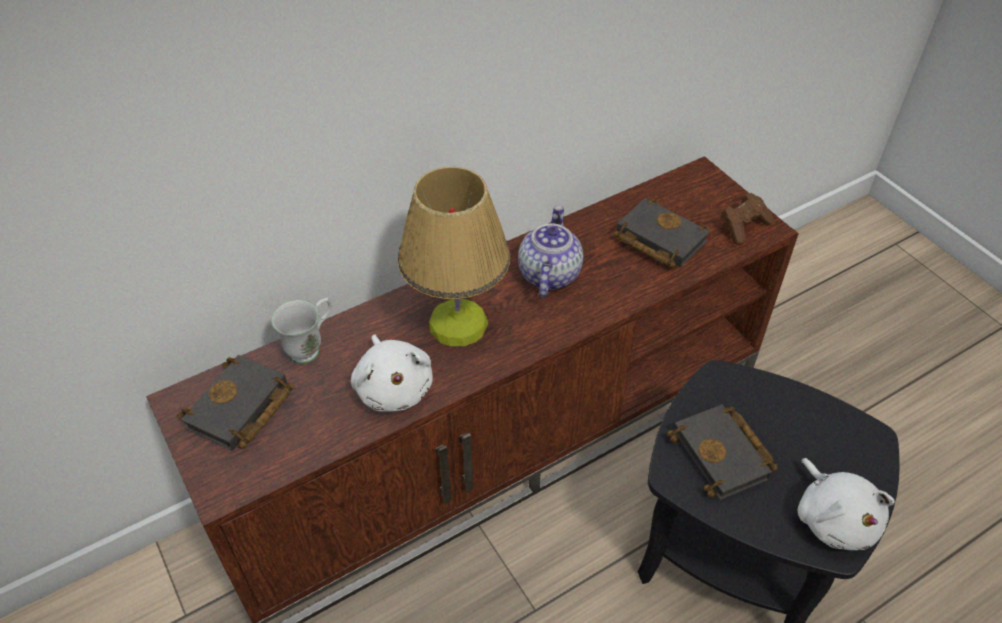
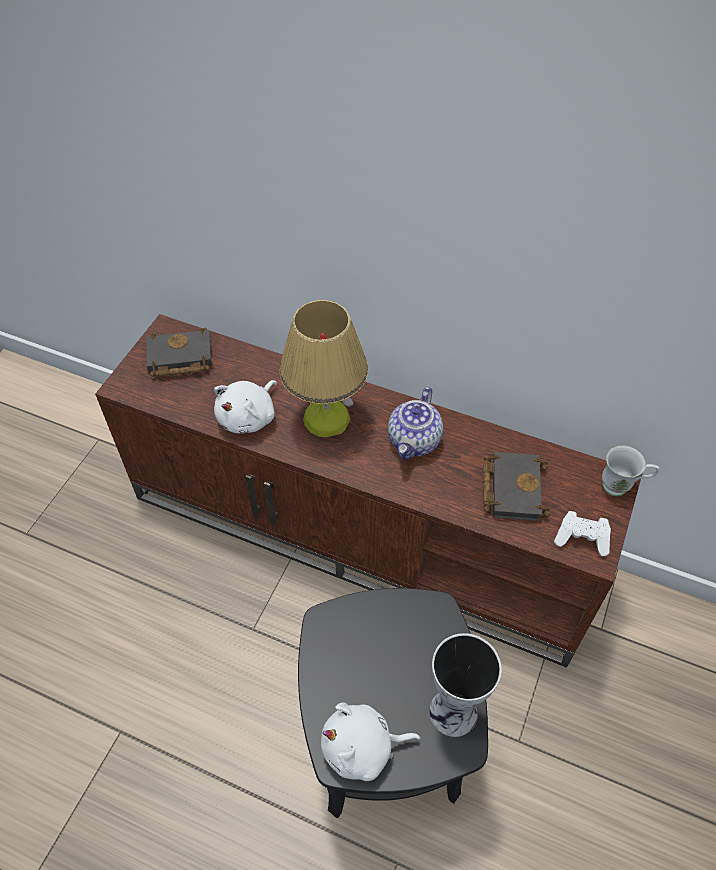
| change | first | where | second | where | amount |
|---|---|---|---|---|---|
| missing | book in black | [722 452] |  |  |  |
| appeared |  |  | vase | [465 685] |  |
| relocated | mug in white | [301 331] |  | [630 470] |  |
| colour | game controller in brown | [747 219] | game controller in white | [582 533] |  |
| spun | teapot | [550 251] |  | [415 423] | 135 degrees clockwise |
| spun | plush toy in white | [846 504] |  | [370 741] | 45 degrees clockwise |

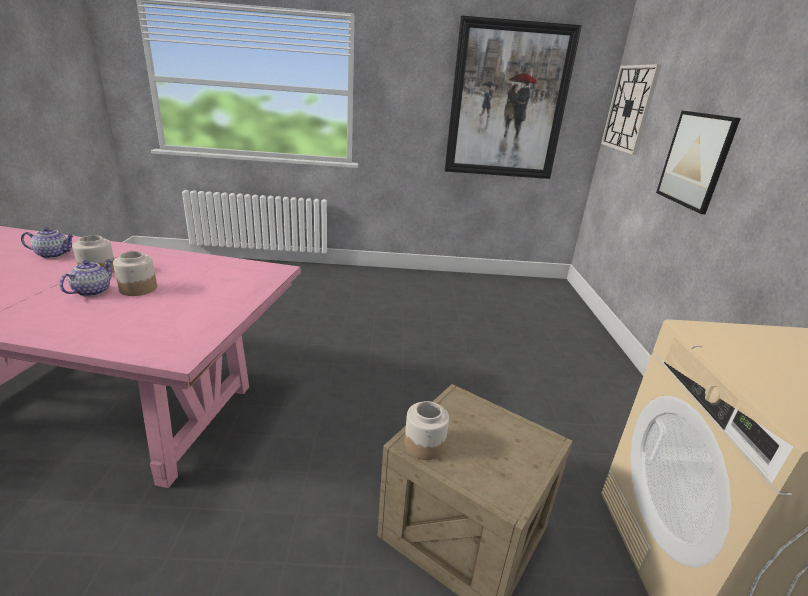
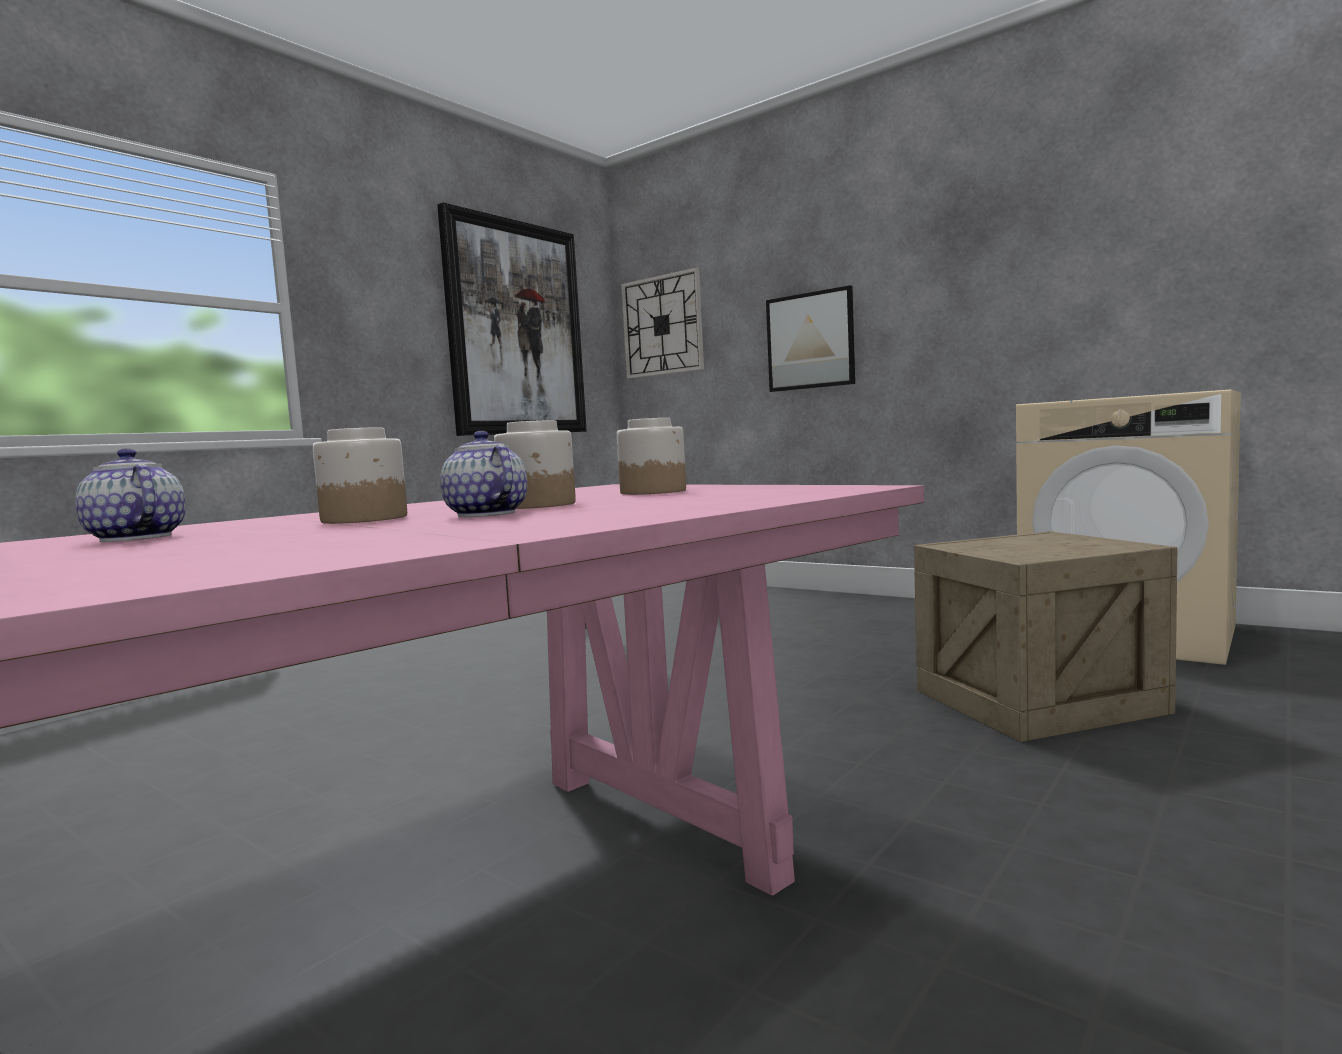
| change | first | where | second | where | amount |
|---|---|---|---|---|---|
| relocated | jar | [426 430] |  | [651 456] |  |
| spun | teapot | [48 243] |  | [130 495] | 75 degrees counterclockwise |

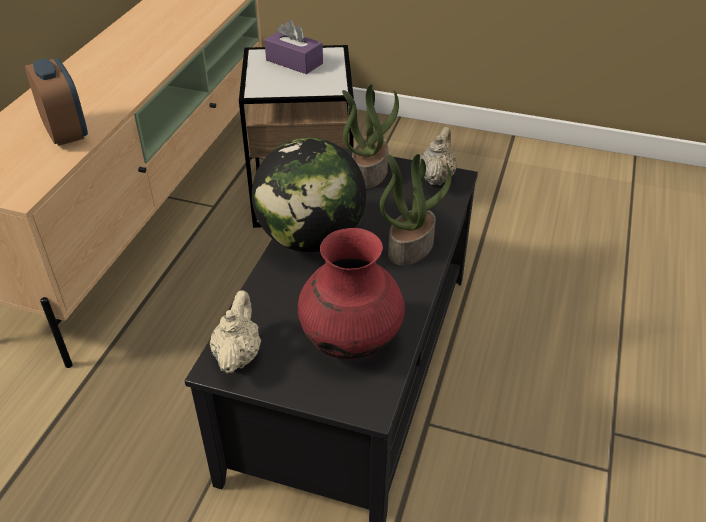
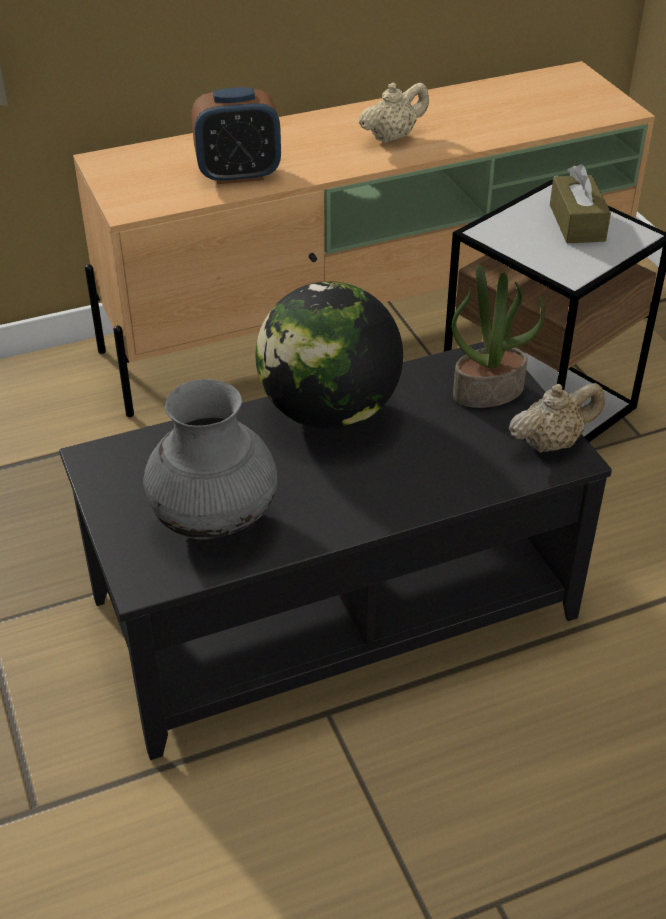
| change | first | where | second | where | amount |
|---|---|---|---|---|---|
| missing | potted plant | [415 210] |  |  |  |
| relocated | teapot in beige | [235 332] |  | [394 112] |  |
| colour | tissue box in purple | [293 47] | tissue box in brown | [580 203] |  |
| colour | vase in red | [351 294] | vase in grey | [210 459] |  |
| spun | alarm clock | [56 102] |  | [236 135] | 60 degrees clockwise |

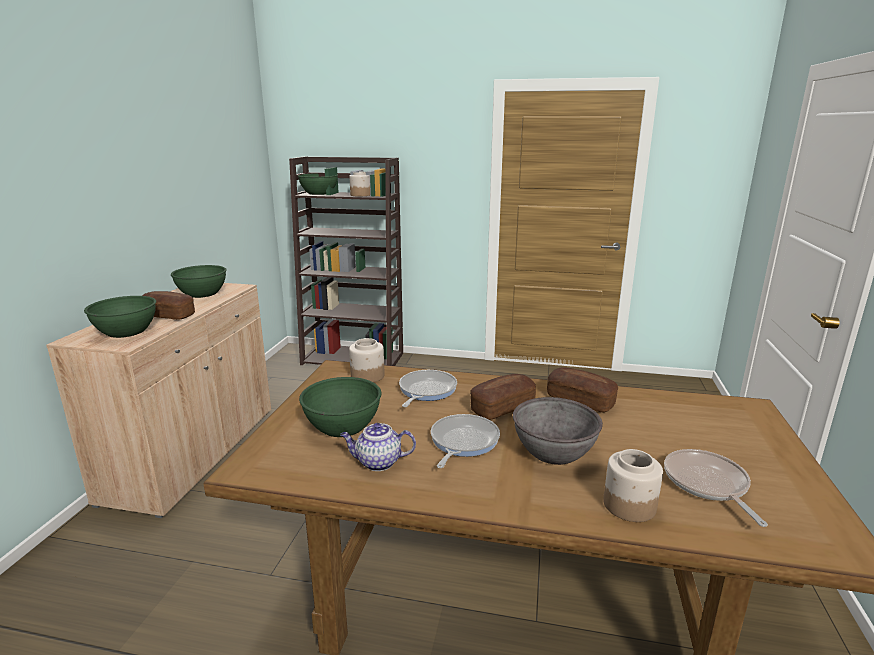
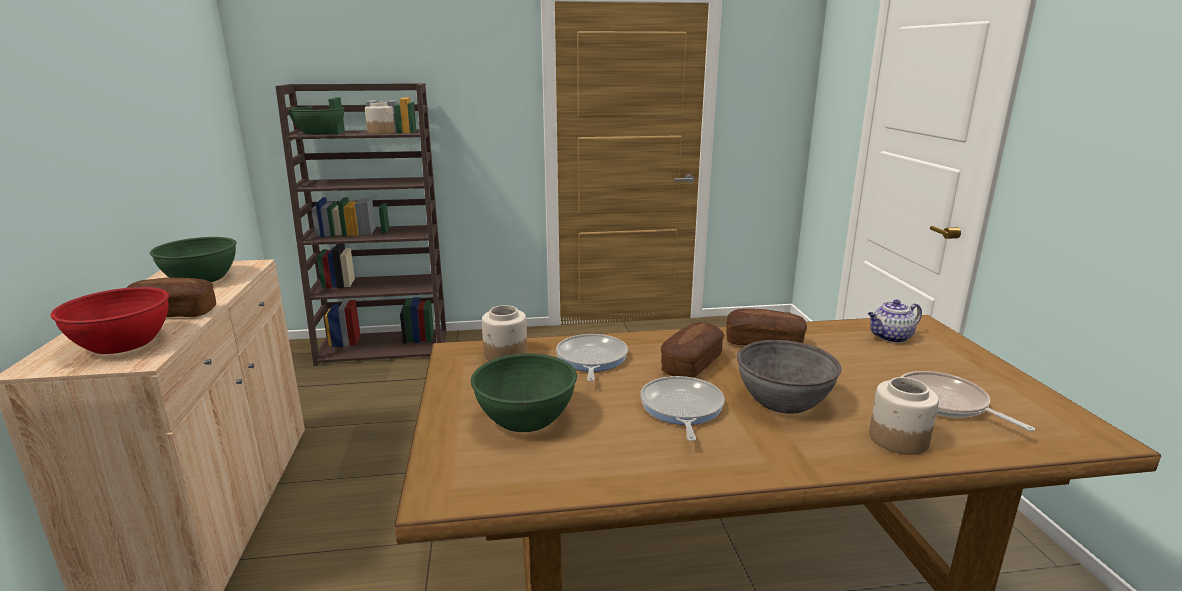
| change | first | where | second | where | amount |
|---|---|---|---|---|---|
| relocated | teapot | [378 447] |  | [895 321] |  |
| colour | bowl in green | [120 317] | bowl in red | [109 320] |  |

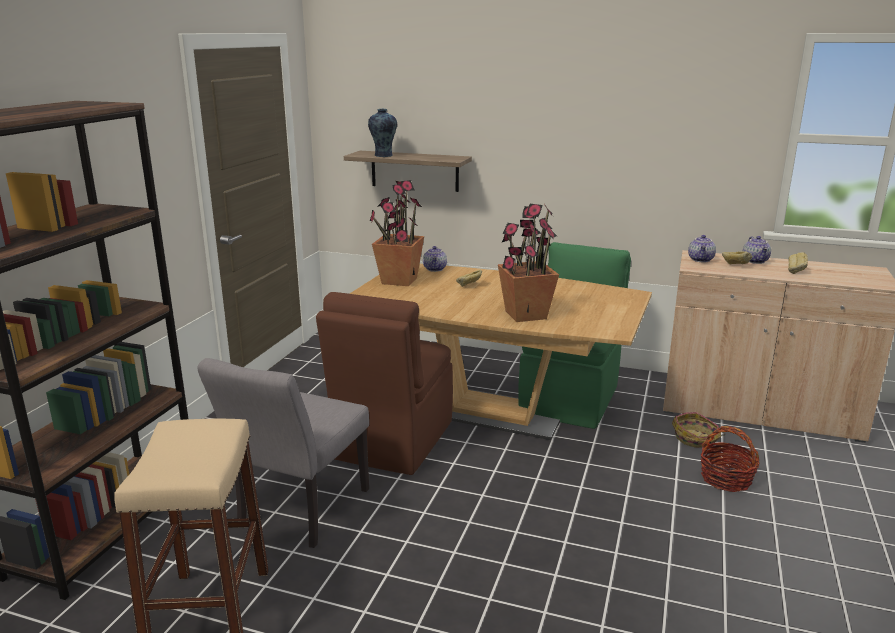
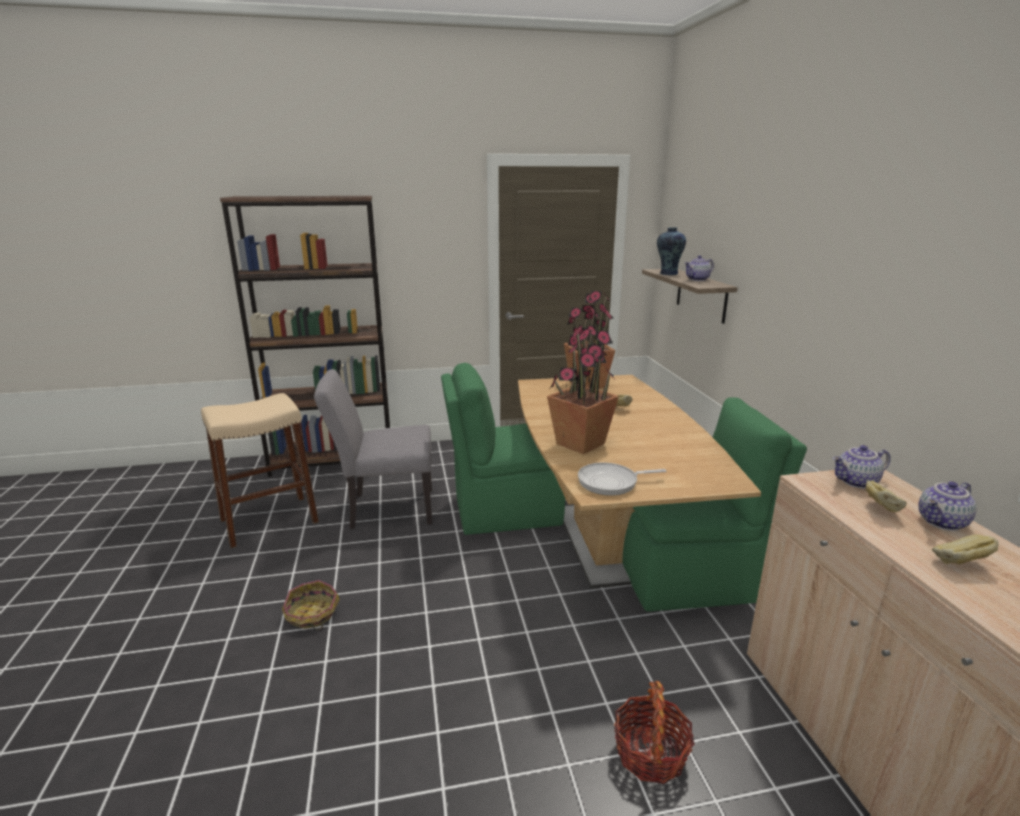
| change | first | where | second | where | amount |
|---|---|---|---|---|---|
| appeared |  |  | frying pan | [622 479] |  |
| relocated | teapot | [435 259] |  | [699 268] |  |
| relocated | basket | [698 430] |  | [311 605] |  |
| colour | chair in brown | [384 383] | chair in green | [503 449] |  |

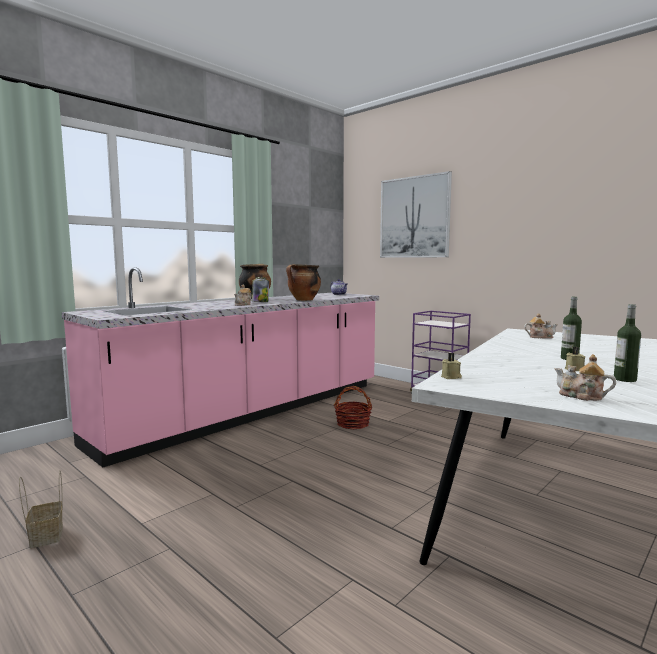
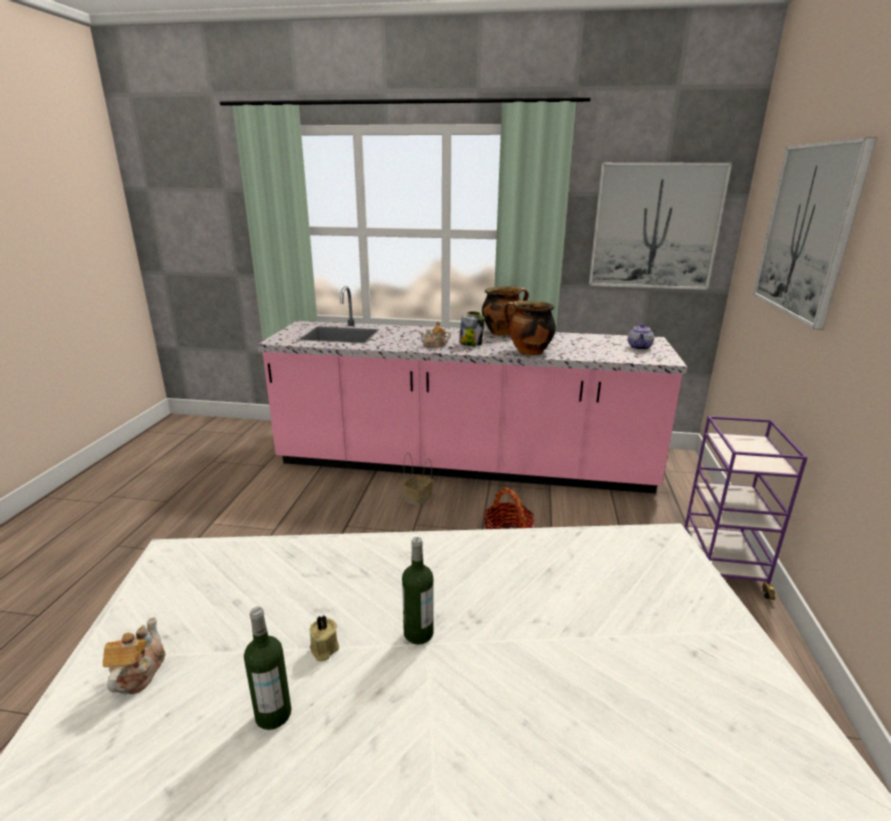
| change | first | where | second | where | amount |
|---|---|---|---|---|---|
| missing | candle in beige | [451 366] |  |  |  |
| missing | teapot | [541 326] |  |  |  |
| appeared |  |  | picture | [660 226] |  |
| relocated | basket | [41 509] |  | [418 479] |  |

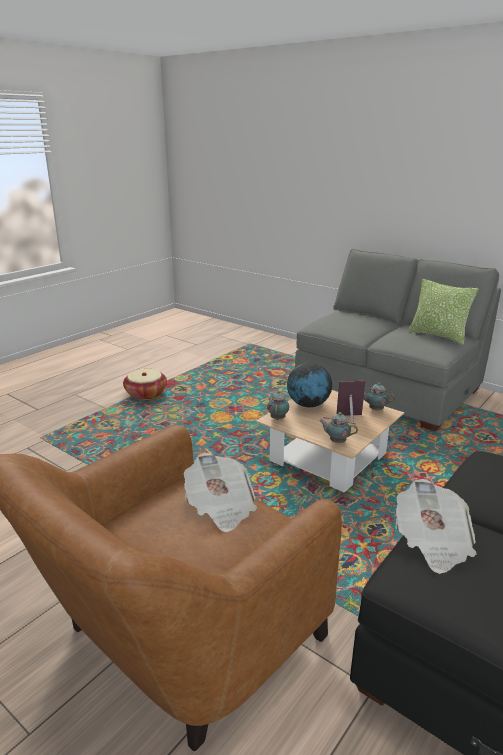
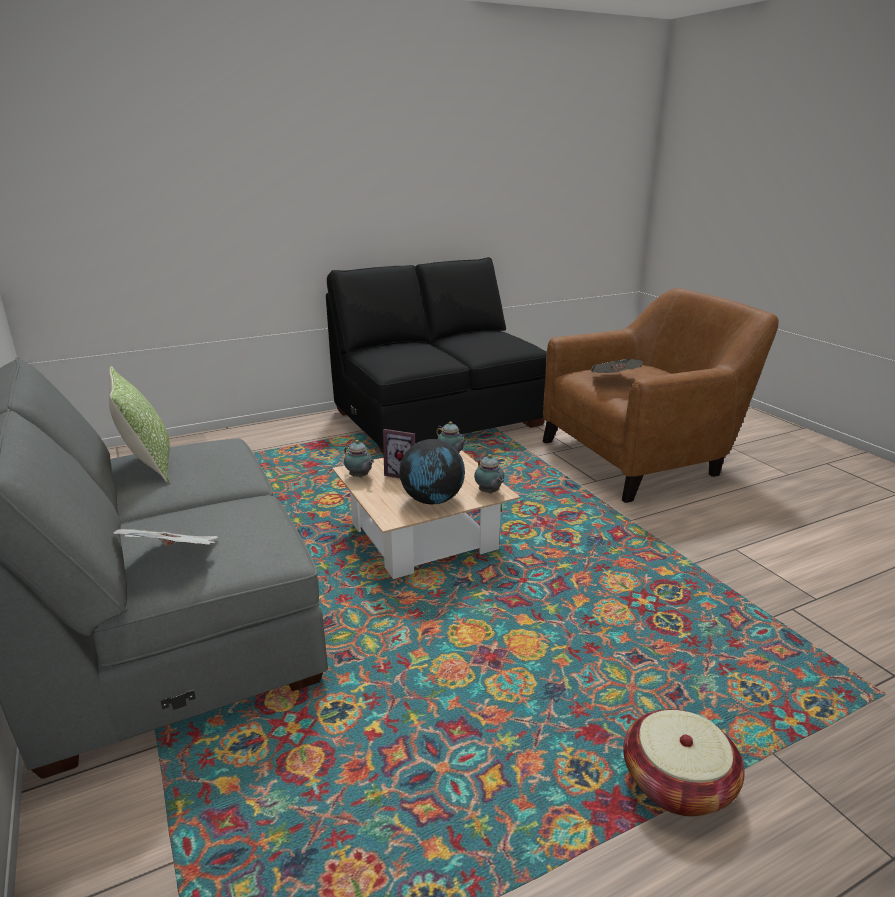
| change | first | where | second | where | amount |
|---|---|---|---|---|---|
| relocated | newspaper | [436 526] |  | [166 537] |  |
| spun | teapot | [278 405] |  | [489 474] | 60 degrees counterclockwise |

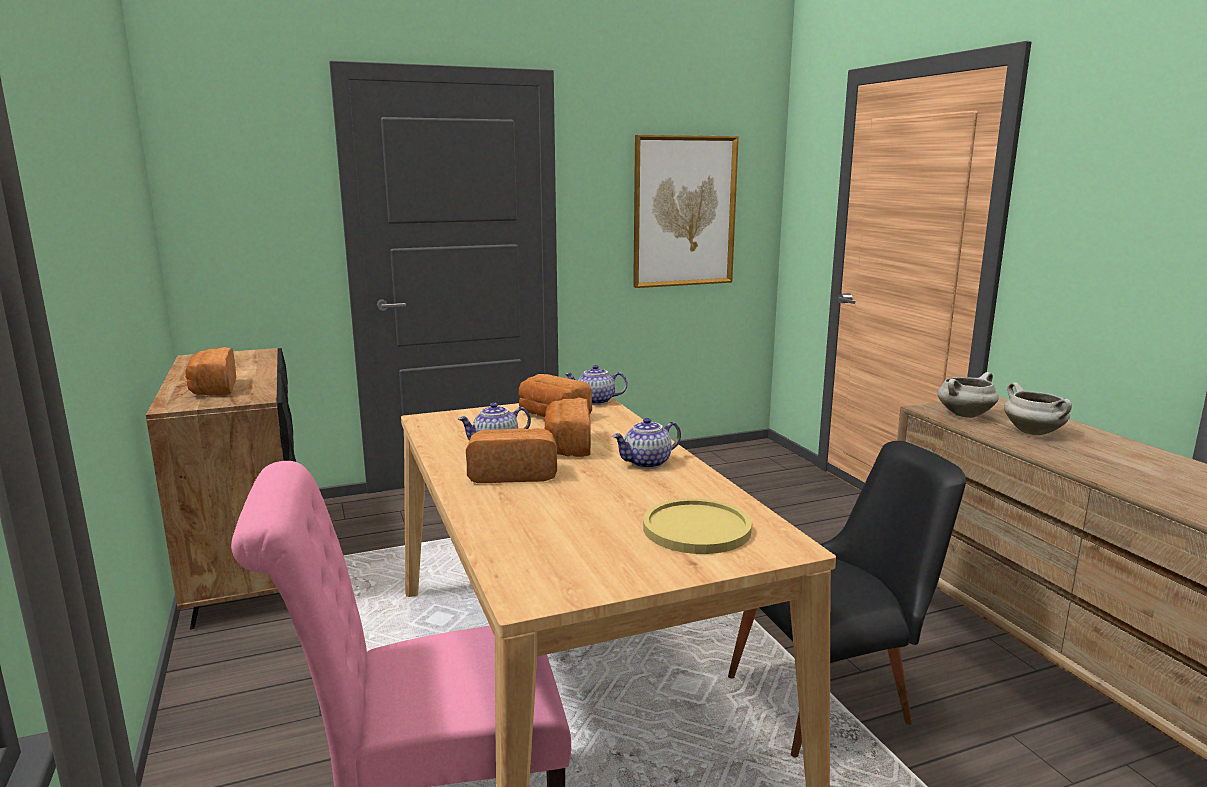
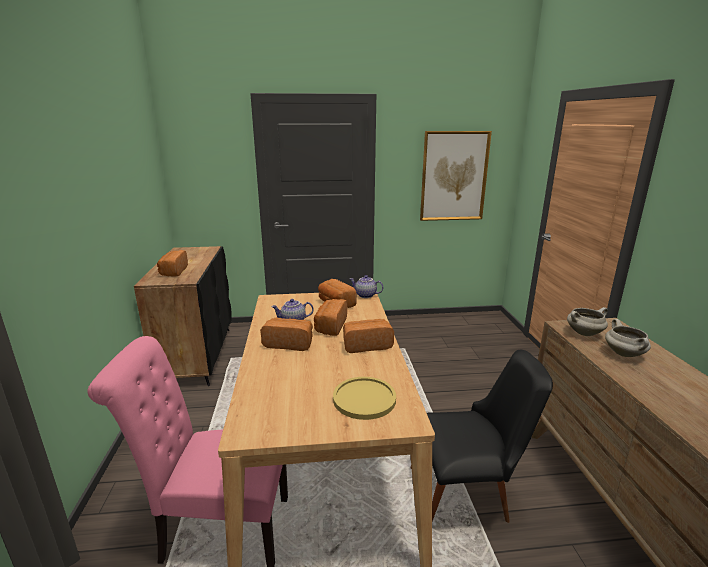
| change | first | where | second | where | amount |
|---|---|---|---|---|---|
| exchanged | teapot | [646 443] | bread | [368 336] |  |

